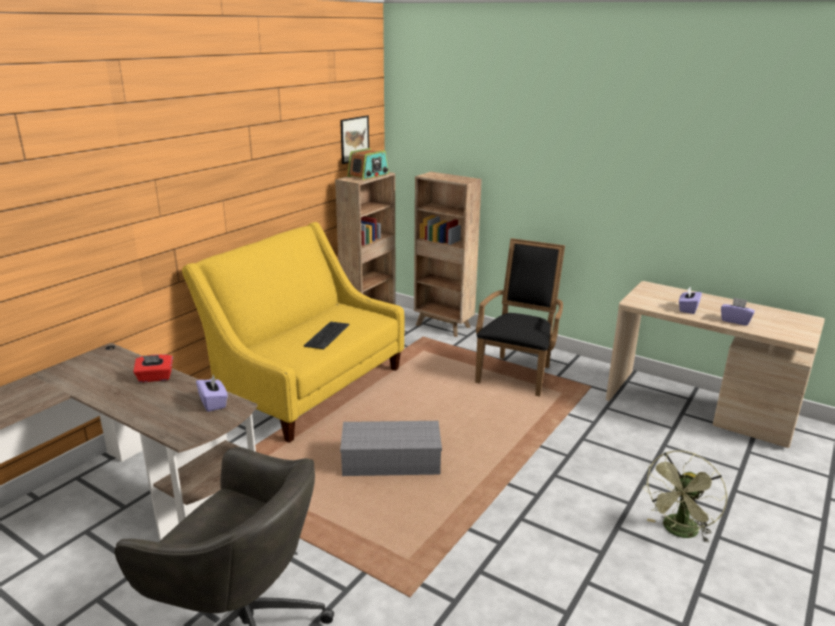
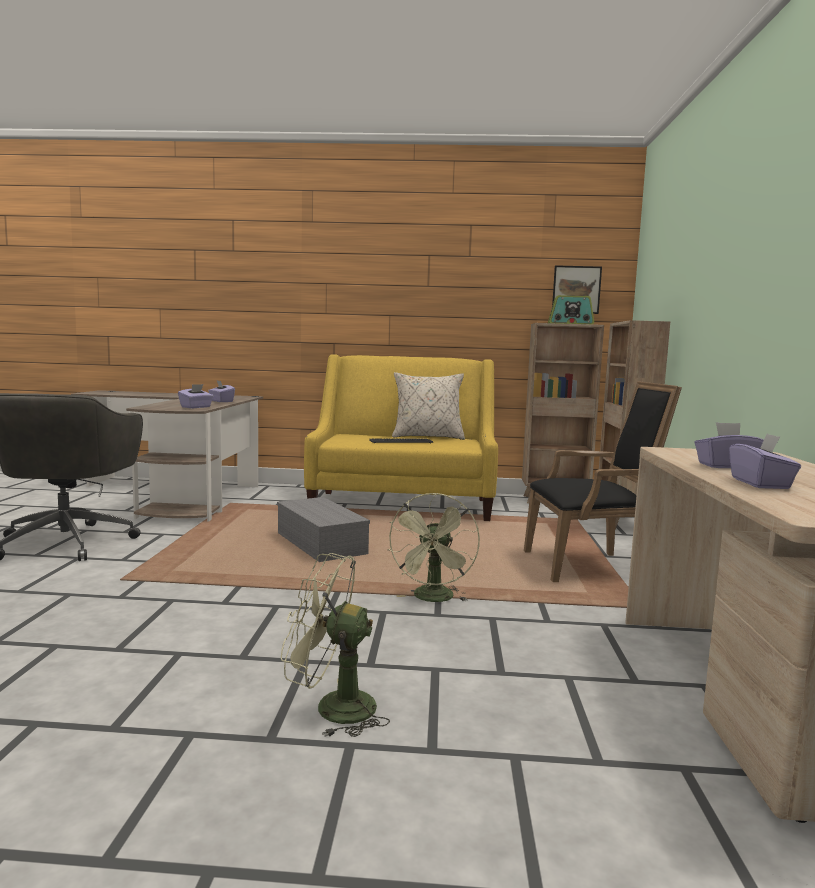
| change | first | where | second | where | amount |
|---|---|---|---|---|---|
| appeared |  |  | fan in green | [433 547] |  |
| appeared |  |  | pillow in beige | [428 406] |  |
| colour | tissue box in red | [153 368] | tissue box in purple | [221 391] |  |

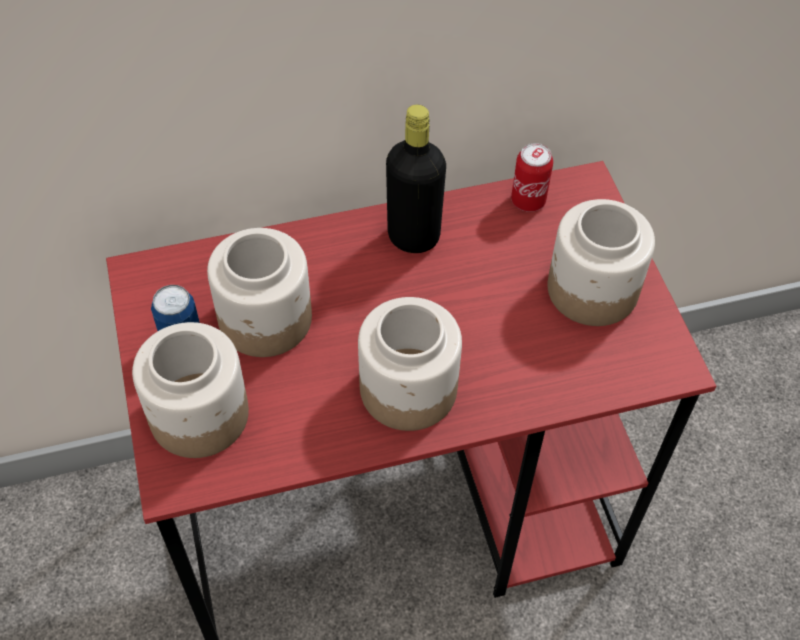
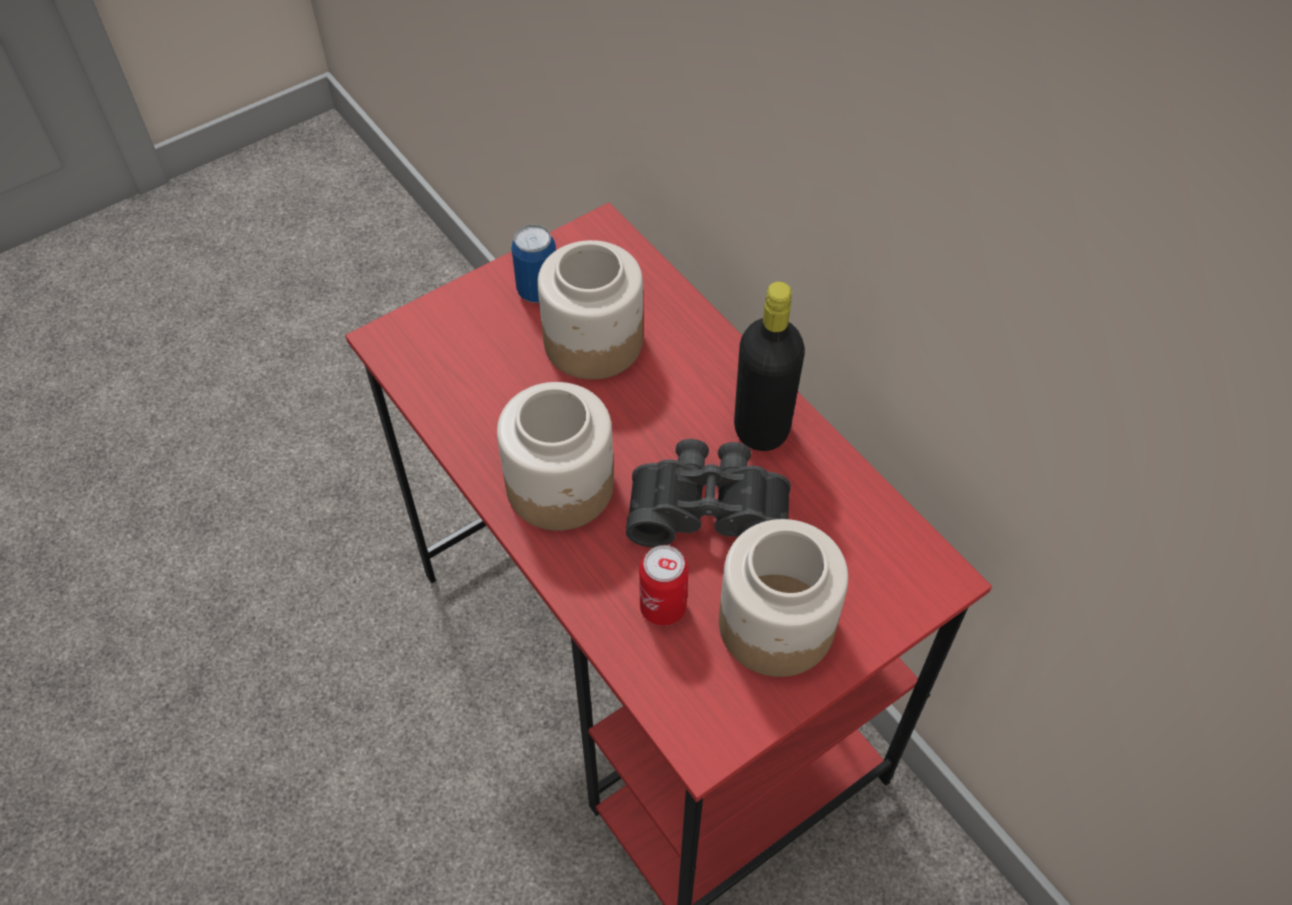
| change | first | where | second | where | amount |
|---|---|---|---|---|---|
| missing | jar | [190 390] |  |  |  |
| appeared |  |  | binoculars in black | [708 493] |  |
| relocated | can | [532 177] |  | [664 585] |  |

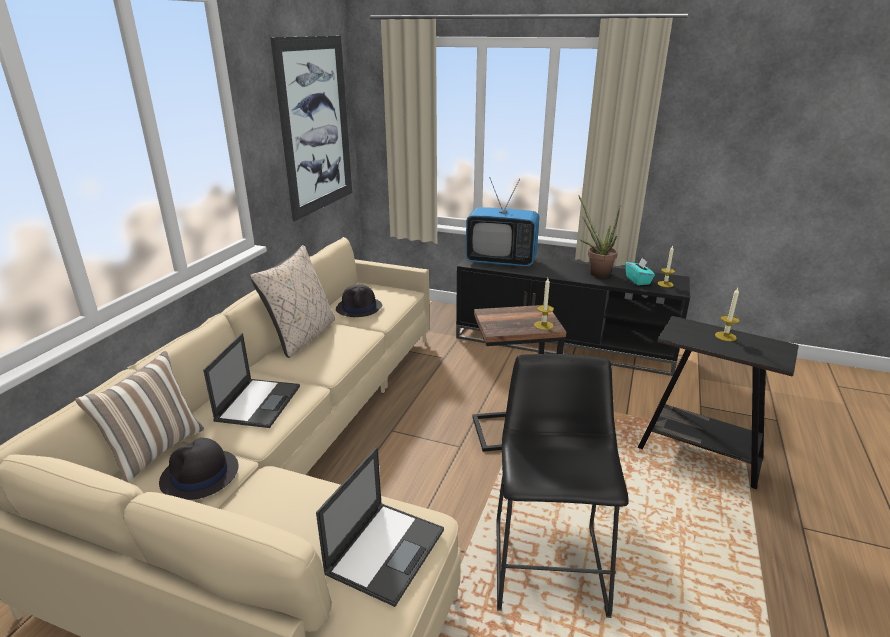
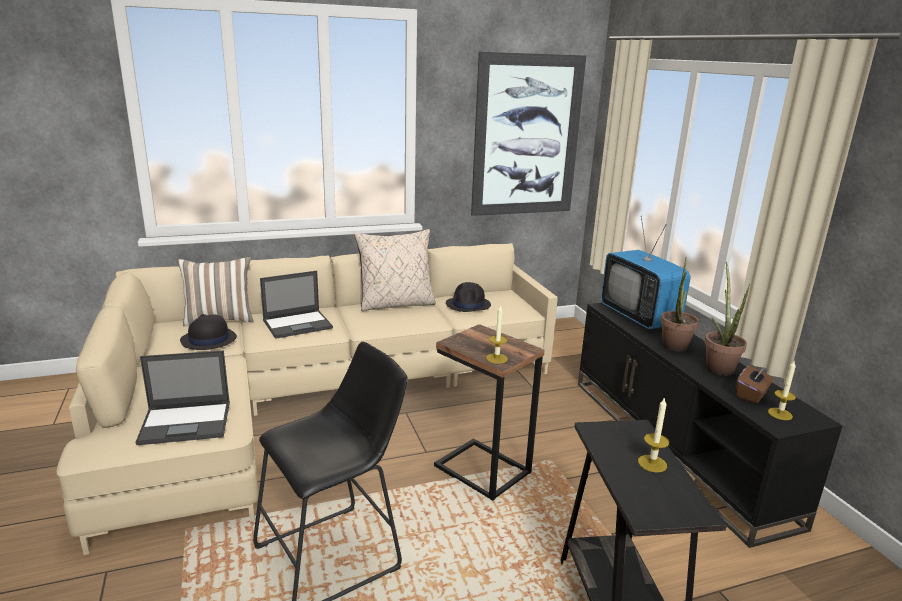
| change | first | where | second | where | amount |
|---|---|---|---|---|---|
| appeared |  |  | potted plant | [679 304] |  |
| colour | tissue box in turquoise | [640 271] | tissue box in brown | [755 385] |  |

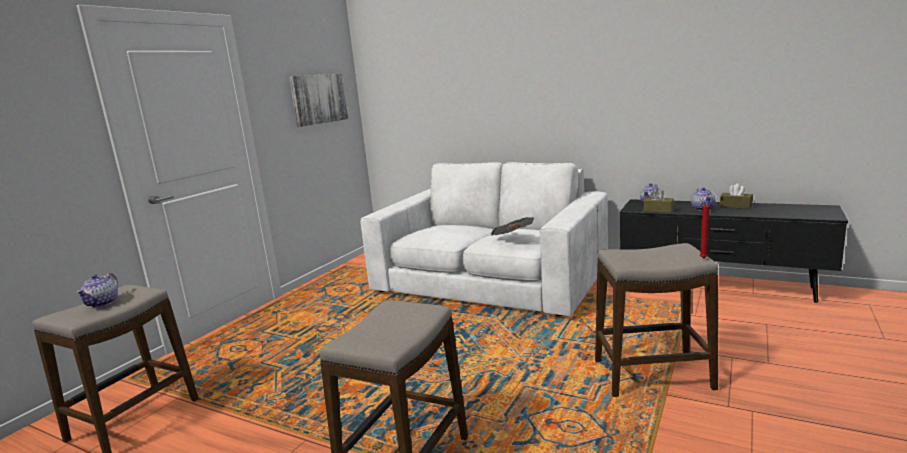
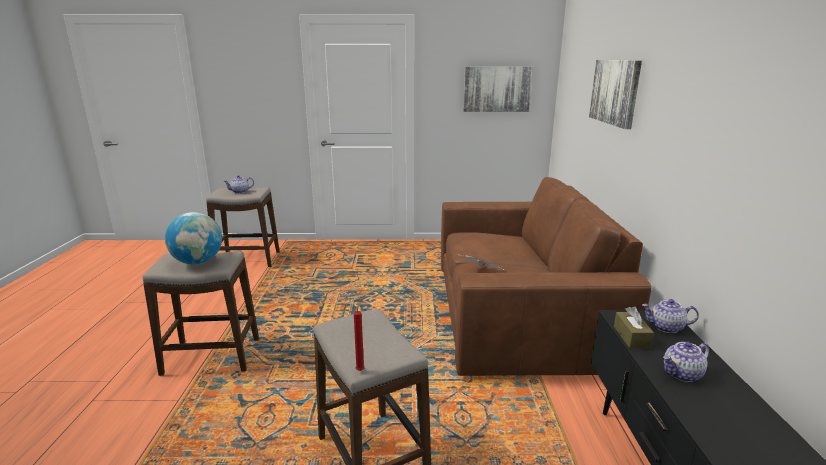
| change | first | where | second | where | amount |
|---|---|---|---|---|---|
| missing | tissue box in brown | [736 196] |  |  |  |
| appeared |  |  | globe | [193 238] |  |
| appeared |  |  | picture | [615 94] |  |
| colour | sofa in white | [484 239] | sofa in brown | [546 276] |  |

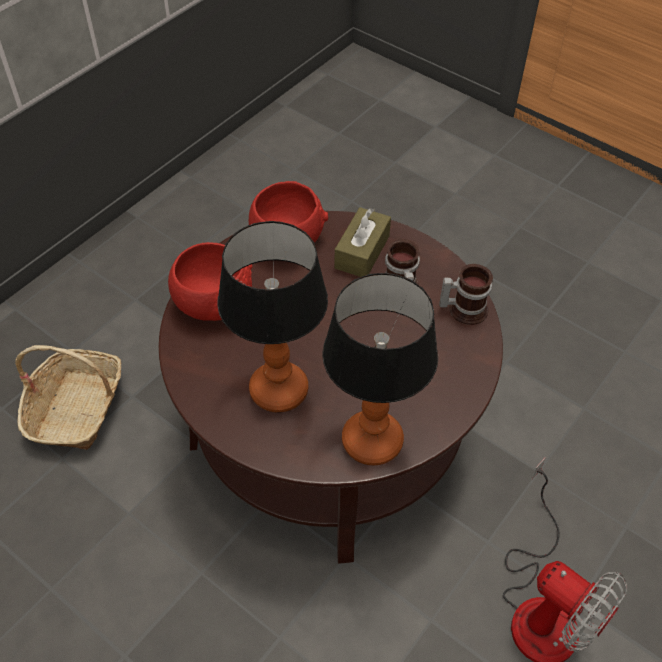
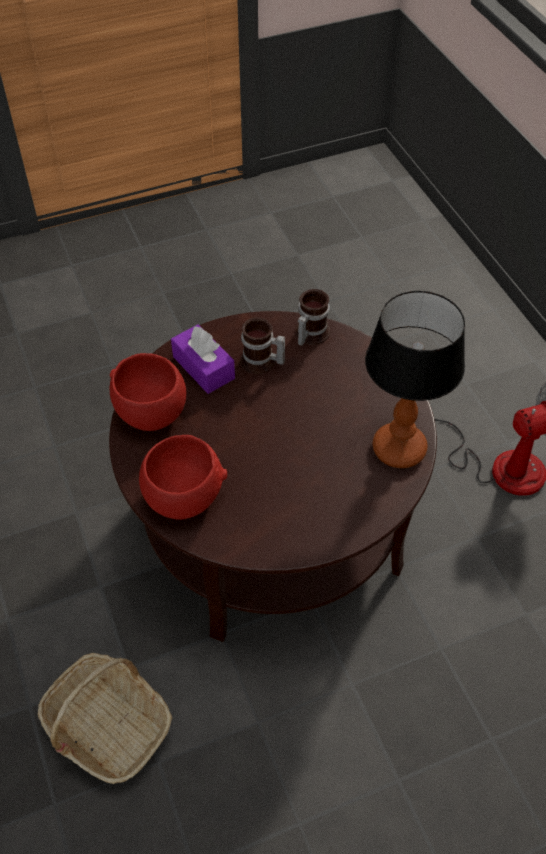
| change | first | where | second | where | amount |
|---|---|---|---|---|---|
| missing | table lamp | [272 317] |  |  |  |
| colour | tissue box in brown | [362 242] | tissue box in purple | [203 359] |  |

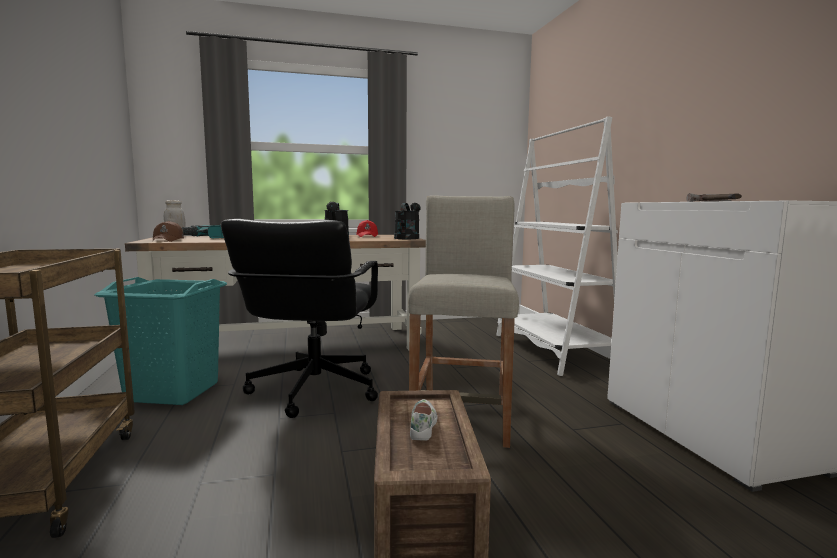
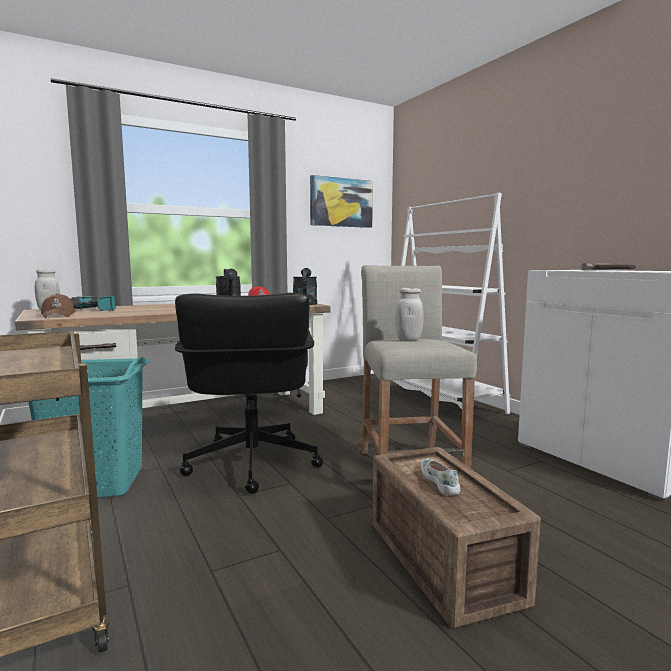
| change | first | where | second | where | amount |
|---|---|---|---|---|---|
| appeared |  |  | picture | [341 201] |  |
| appeared |  |  | jar in white | [409 314] |  |

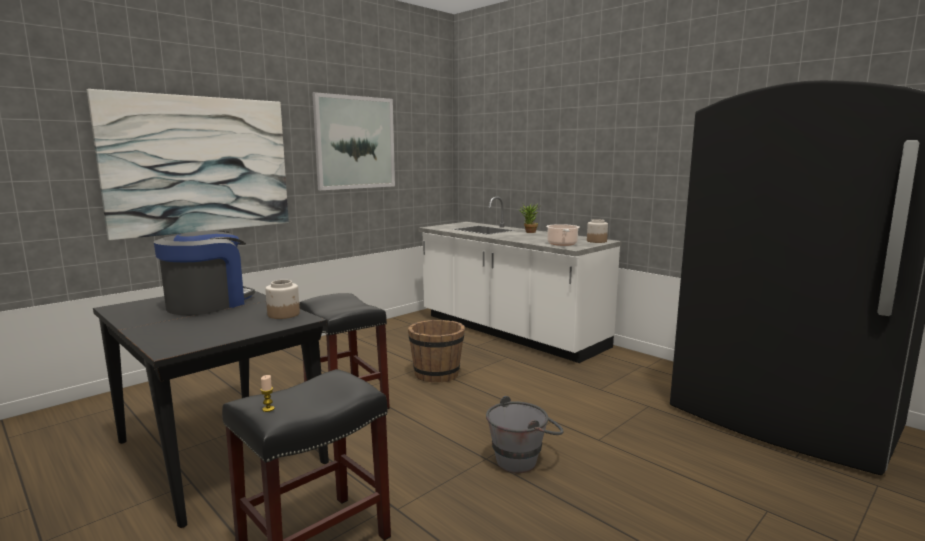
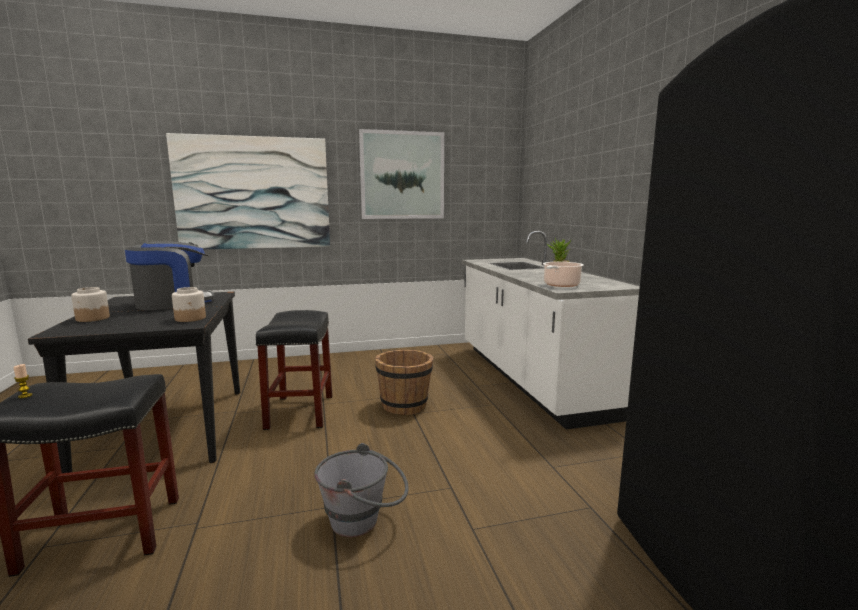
| change | first | where | second | where | amount |
|---|---|---|---|---|---|
| relocated | jar | [597 231] |  | [90 304] |  |

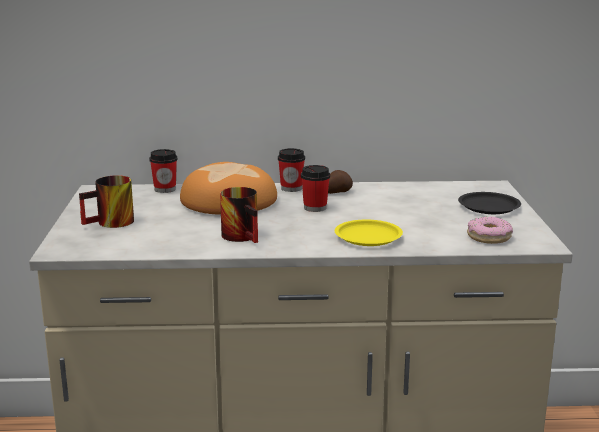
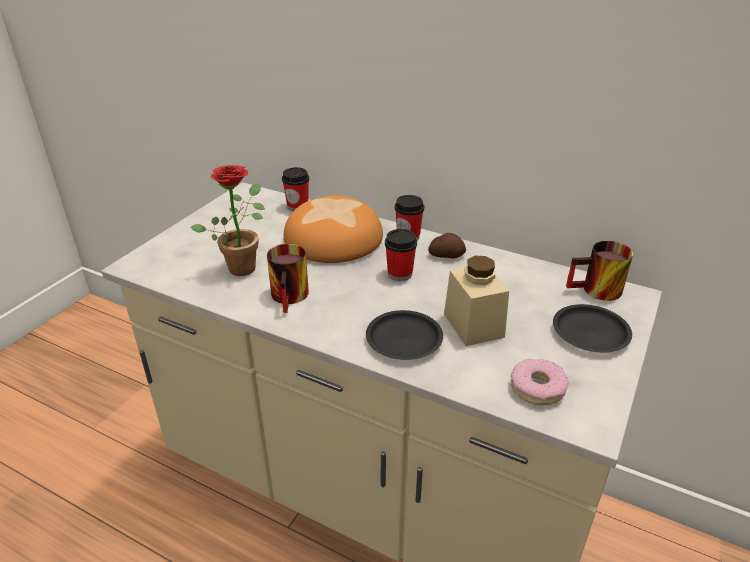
| change | first | where | second | where | amount |
|---|---|---|---|---|---|
| appeared |  |  | potted plant | [228 220] |  |
| appeared |  |  | jar in beige | [476 301] |  |
| relocated | mug | [106 201] |  | [599 271] |  |
| colour | plate in yellow | [369 233] | plate in black | [404 335] |  |

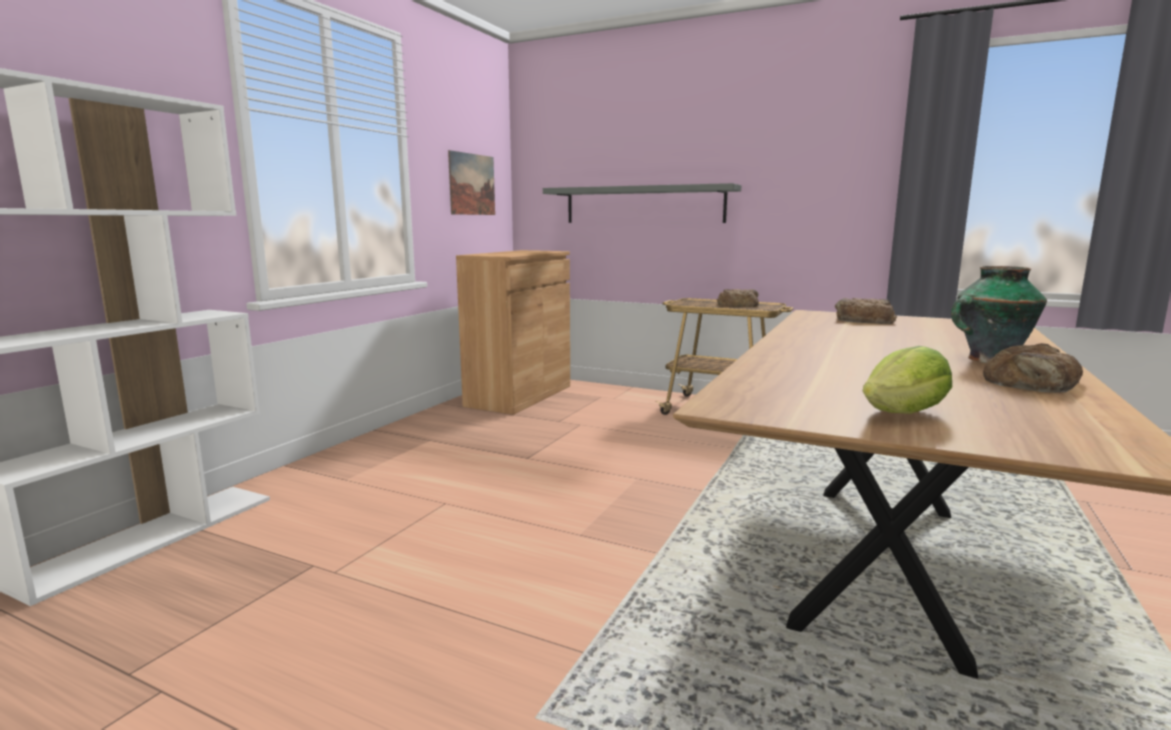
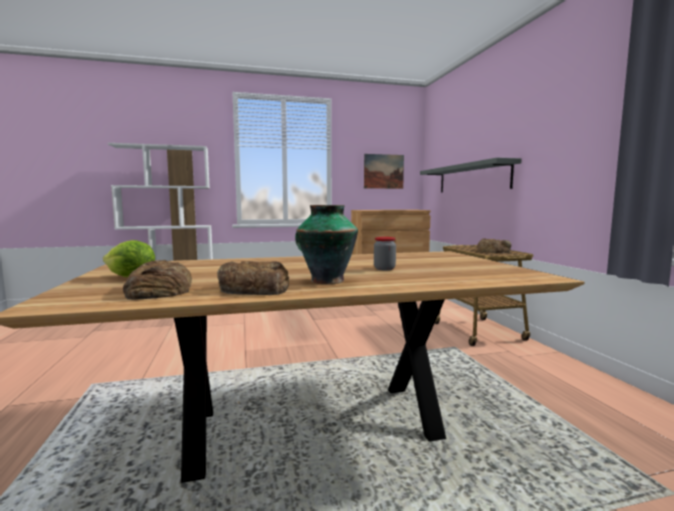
| change | first | where | second | where | amount |
|---|---|---|---|---|---|
| appeared |  |  | jar | [385 253] |  |
| relocated | bread | [866 311] |  | [157 279] |  |

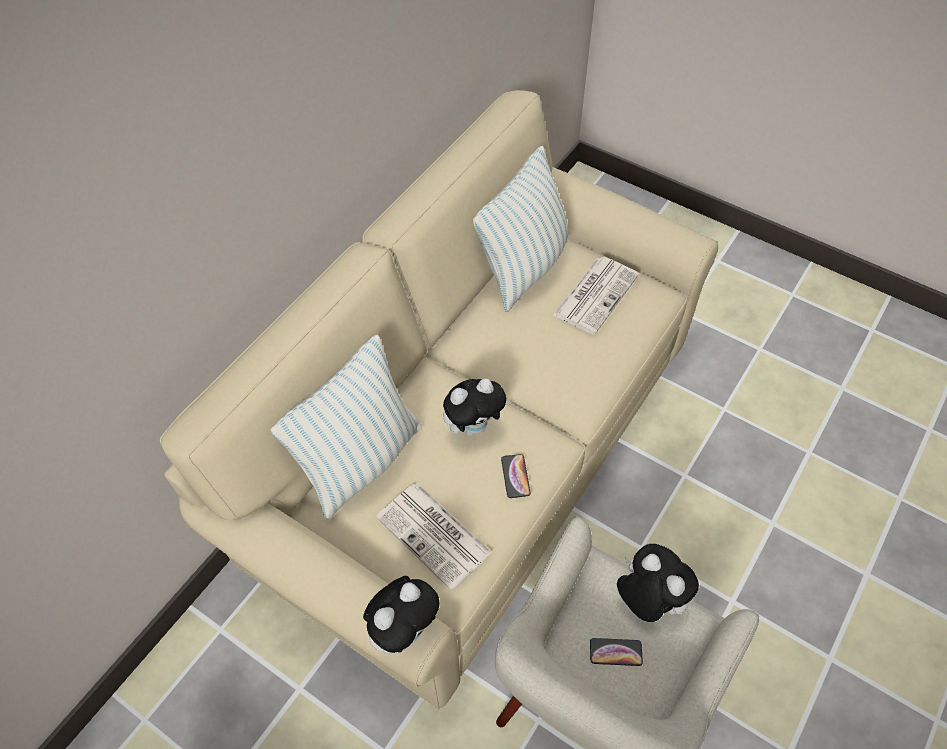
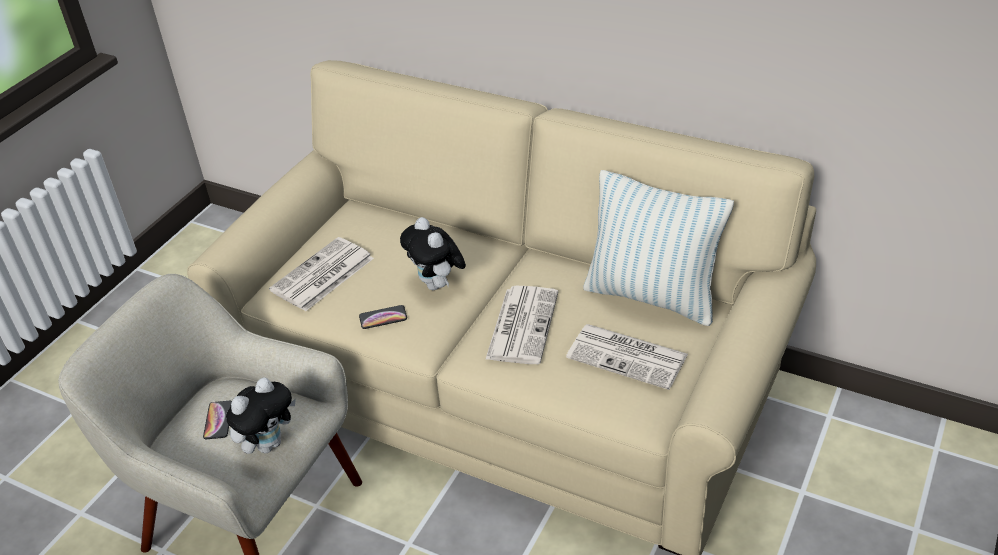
| change | first | where | second | where | amount |
|---|---|---|---|---|---|
| missing | pillow | [346 427] |  |  |  |
| missing | plush toy | [401 615] |  |  |  |
| appeared |  |  | newspaper | [521 325] |  |

